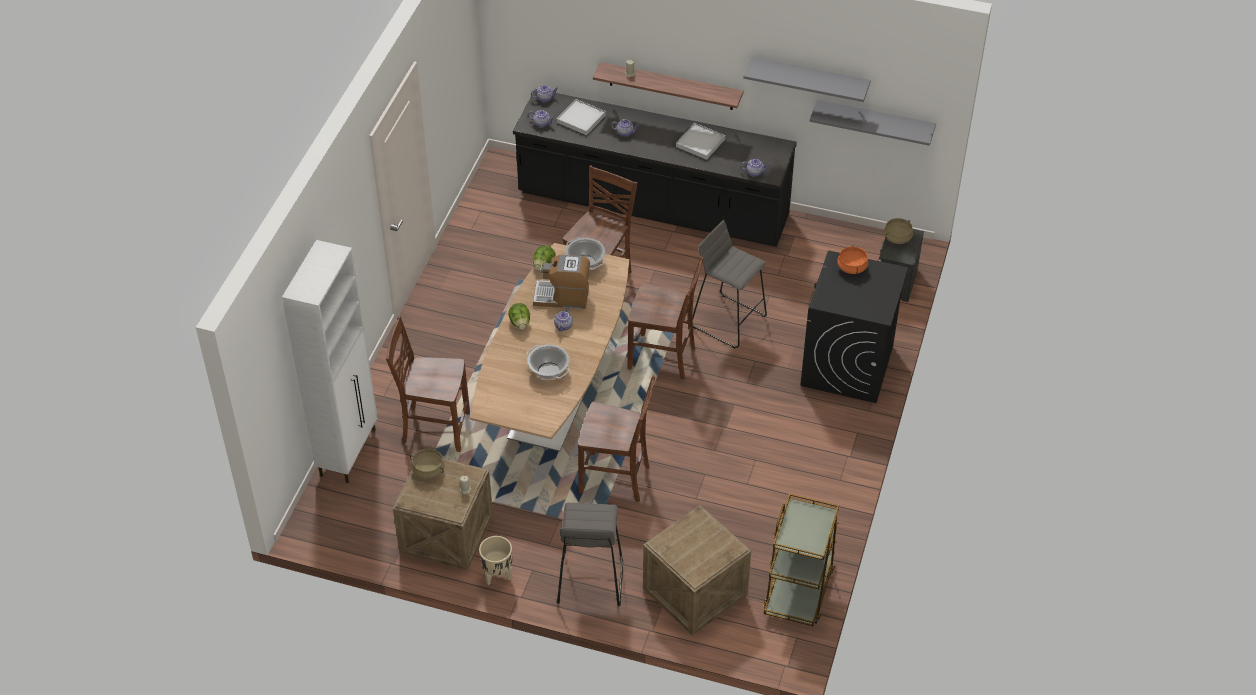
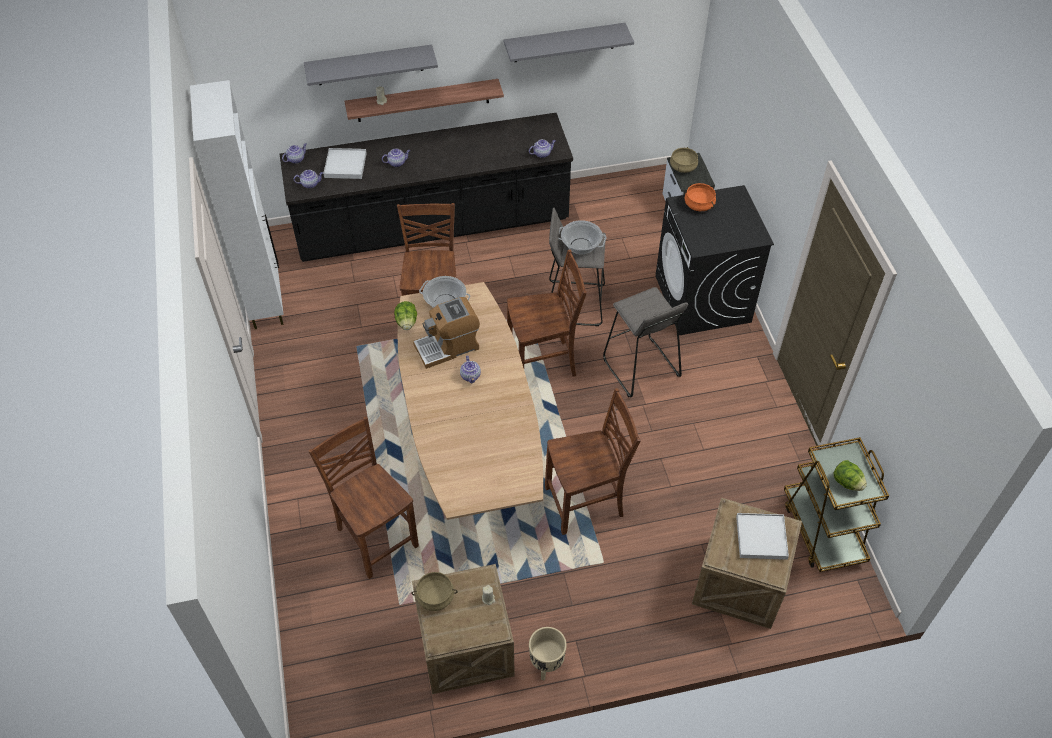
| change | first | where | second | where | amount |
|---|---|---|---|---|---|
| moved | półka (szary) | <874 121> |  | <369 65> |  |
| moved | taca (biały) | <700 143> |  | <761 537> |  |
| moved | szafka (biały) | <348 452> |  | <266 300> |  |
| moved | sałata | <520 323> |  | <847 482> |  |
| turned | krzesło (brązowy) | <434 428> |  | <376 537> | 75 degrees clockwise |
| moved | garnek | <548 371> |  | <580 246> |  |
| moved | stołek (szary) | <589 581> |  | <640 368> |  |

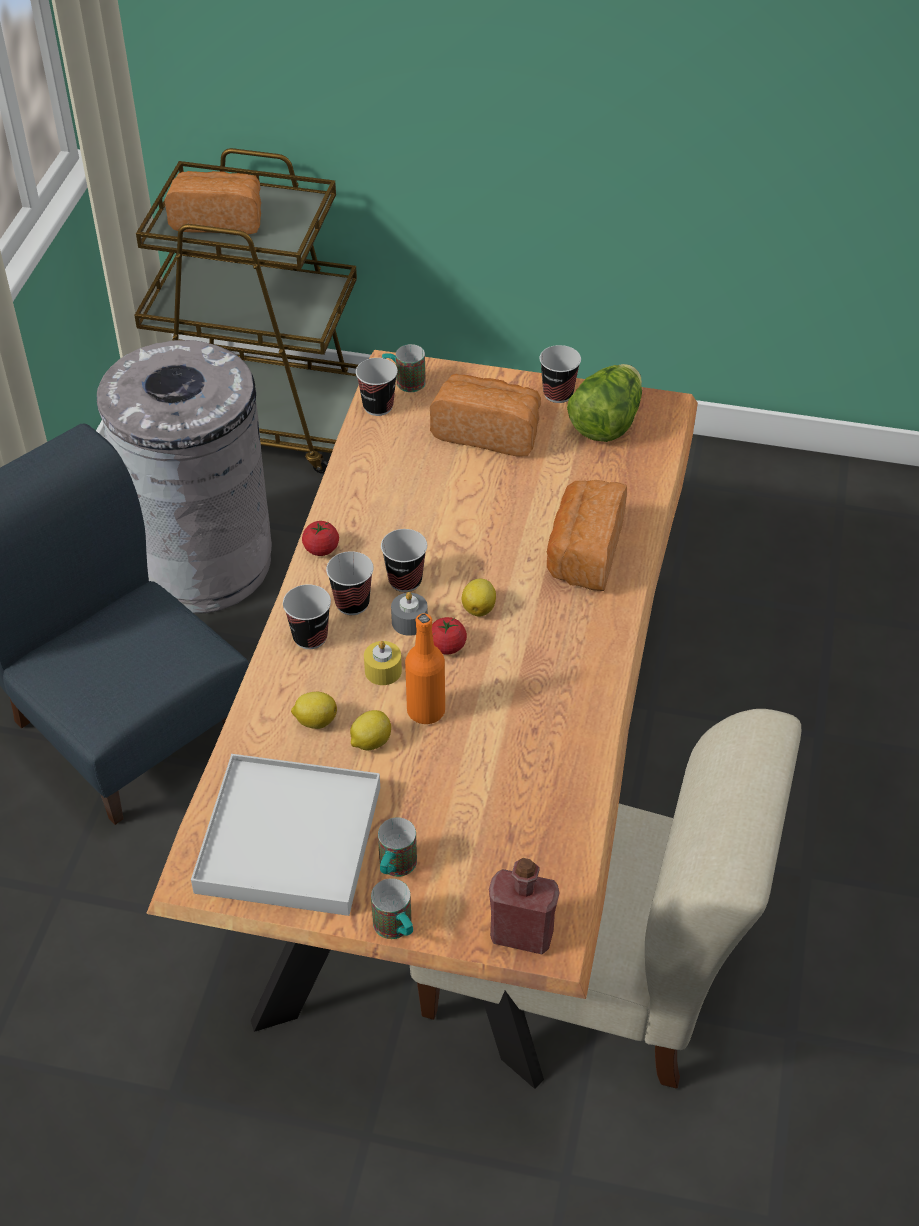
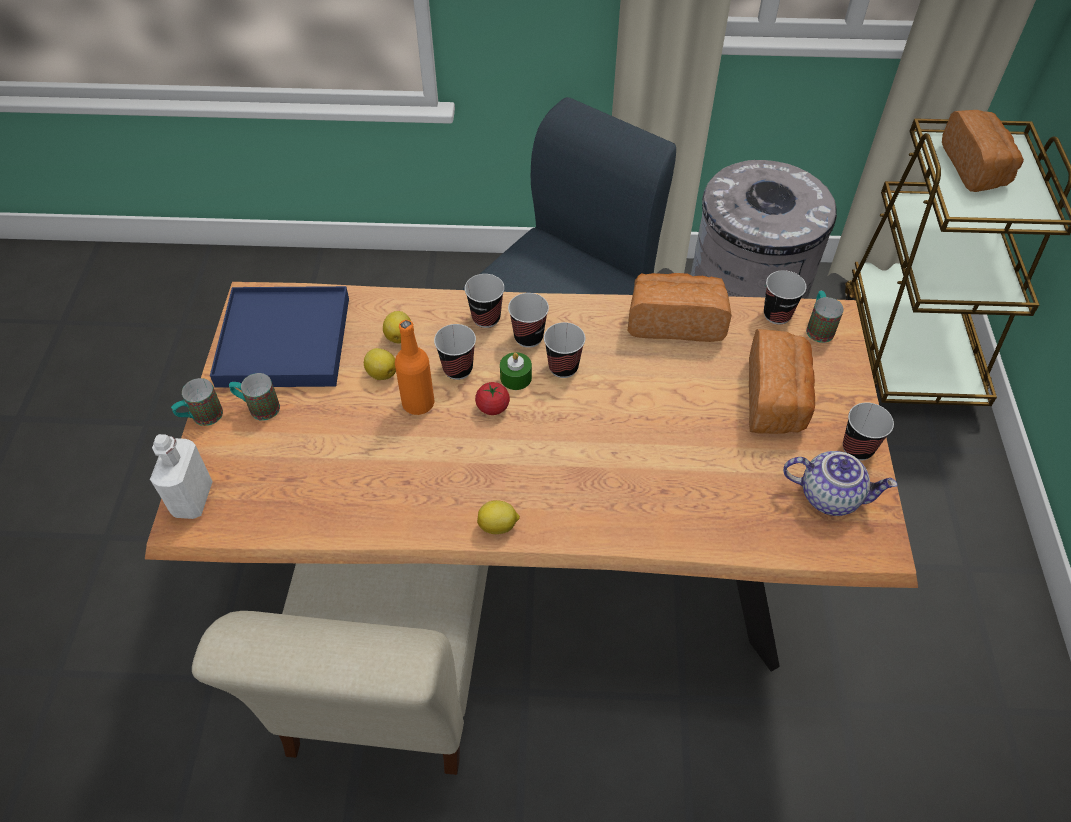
| change | first | where | second | where | amount |
|---|---|---|---|---|---|
| replaced | sałata | <606 423> | imbryk | <830 495> |  |
| moved | chleb | <583 553> |  | <675 321> |  |
| removed | pomidor | <321 549> |  |  |  |
| moved | cytryna | <479 608> |  | <498 526> |  |
| recoloured | świeca (szary) | <409 622> | świeca (zielony) | <516 377> |  |
| replaced | świeca (żółty) | <383 671> | filiżanka | <458 369> |  |
| recoloured | taca (biały) | <289 838> | taca (niebieski) | <285 341> |  |
| recoloured | butelka (czerwony) | <521 935> | butelka (biały) | <192 499> |  |

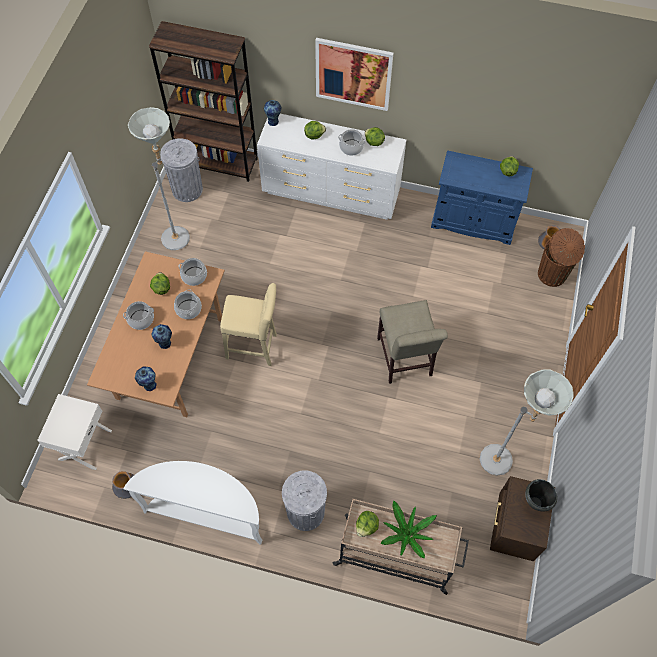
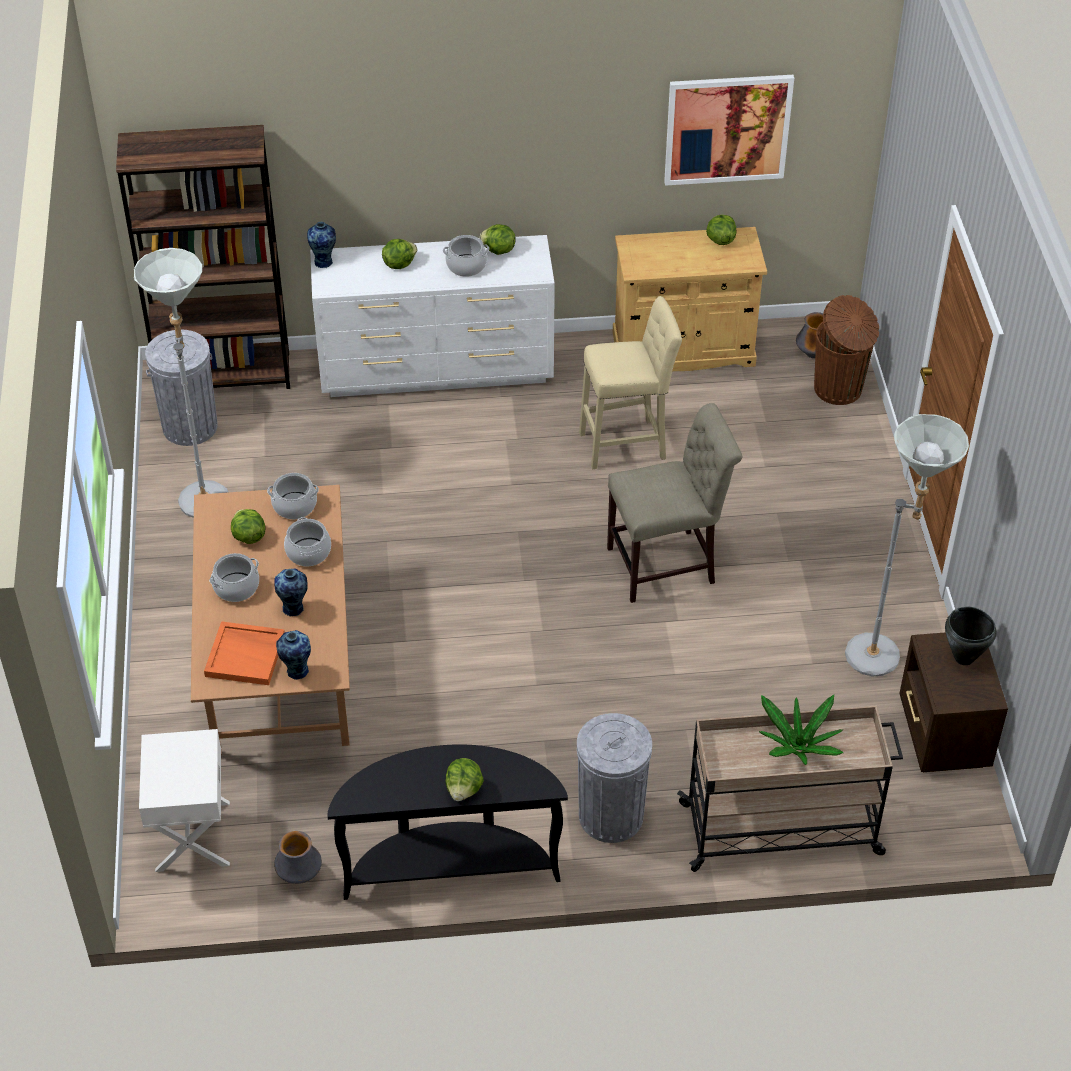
| change | first | where | second | where | amount |
|---|---|---|---|---|---|
| moved | obraz | <353 74> |  | <727 129> |  |
| recoloured | szafka (niebieski) | <473 221> | szafka (beżowy) | <683 349> |  |
| moved | stołek (beżowy) | <254 348> |  | <627 444> |  |
| turned | krzesło (beżowy) | <405 360> |  | <667 565> | 75 degrees counterclockwise |
| recoloured | stolik konsolowy (biały) | <207 512> | stolik konsolowy (czarny) | <450 866> |  |
| moved | sałata | <366 526> |  | <464 789> |  |
| added |  |  | taca (pomarańczowy) | <246 655> |  |

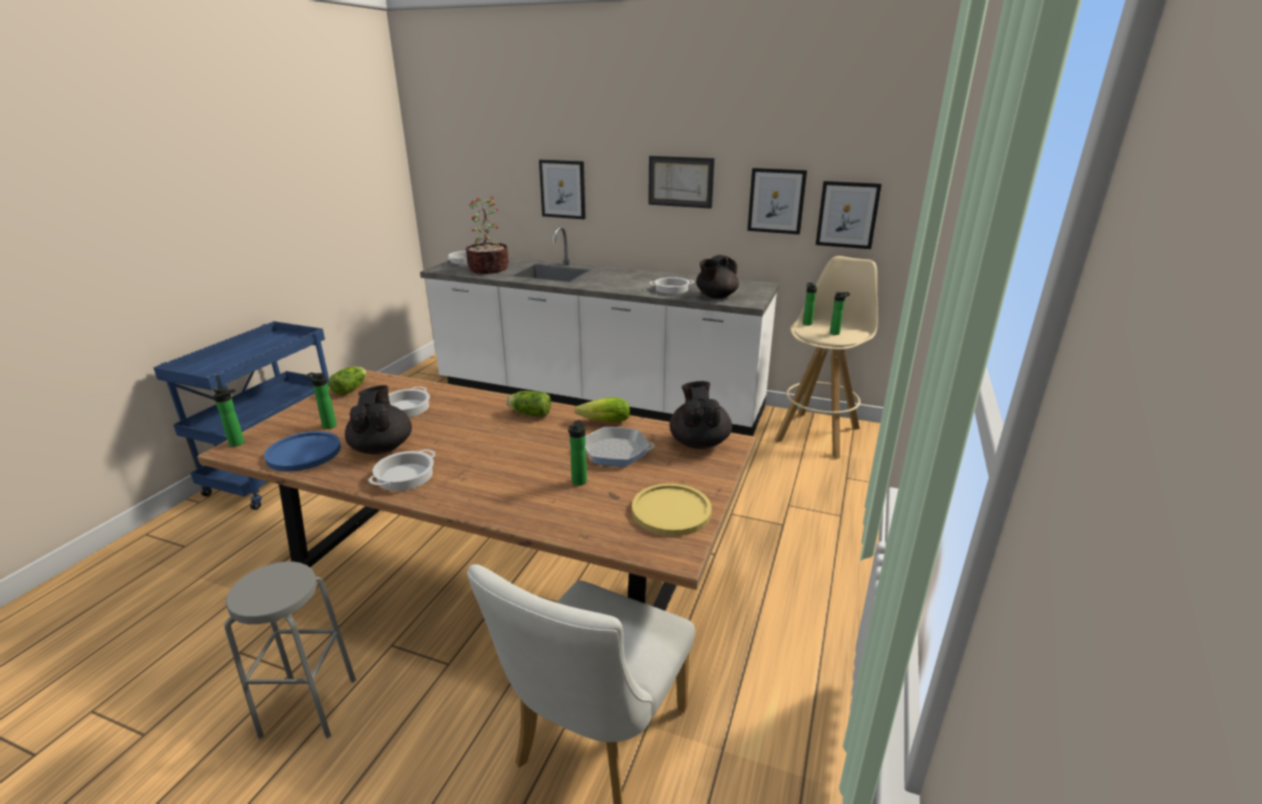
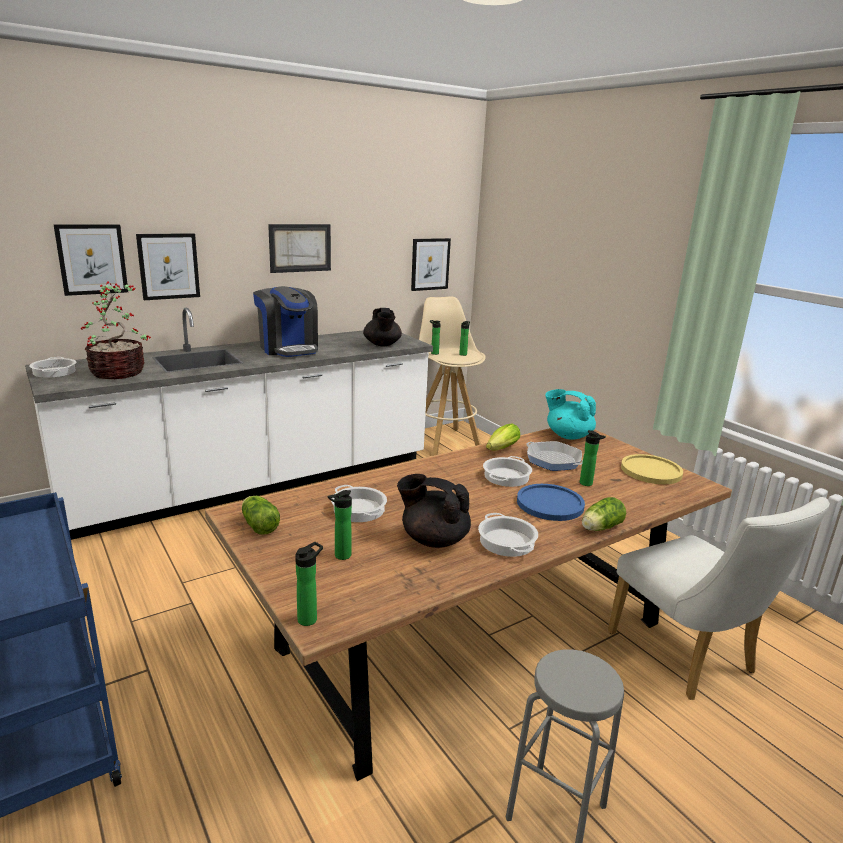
| change | first | where | second | where | amount |
|---|---|---|---|---|---|
| moved | obraz | <776 201> |  | <92 259> |  |
| moved | garnek | <672 289> |  | <506 476> |  |
| recoloured | imbryk (czarny) | <699 442> | imbryk (turkusowy) | <568 435> |  |
| moved | sałata | <529 413> |  | <599 528> |  |
| turned | patelnia | <615 452> |  | <553 460> | 90 degrees clockwise |
| moved | talerz (niebieski) | <304 453> |  | <550 504> |  |
| added |  |  | ekspres do kawy | <288 349> |  |

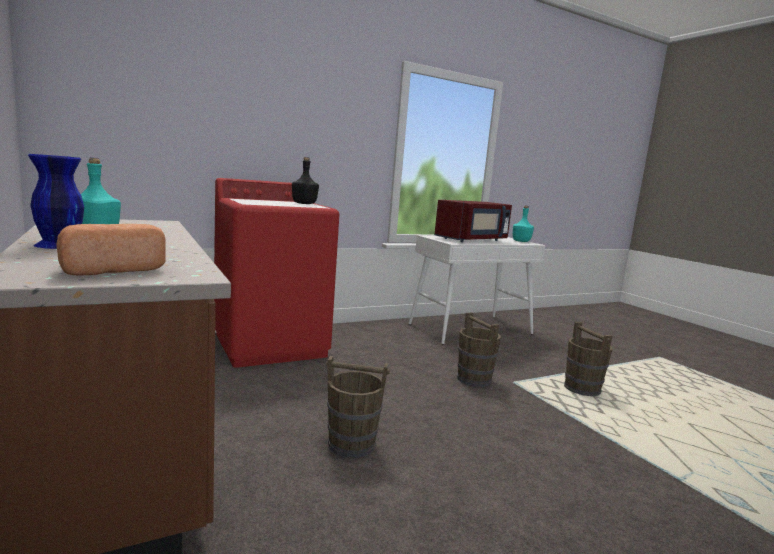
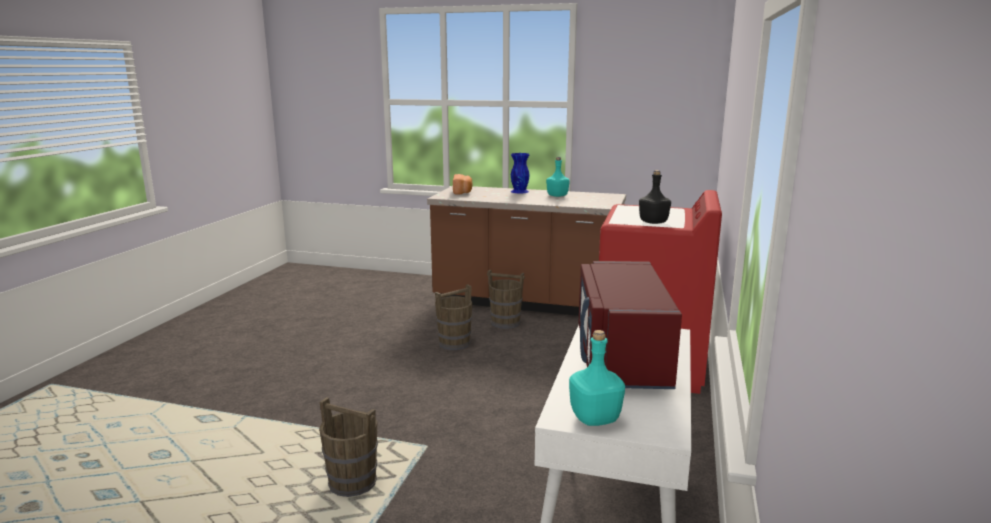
| change | first | where | second | where | amount |
|---|---|---|---|---|---|
| moved | wiadro (brązowy) | <474 379> |  | <505 323> |  |

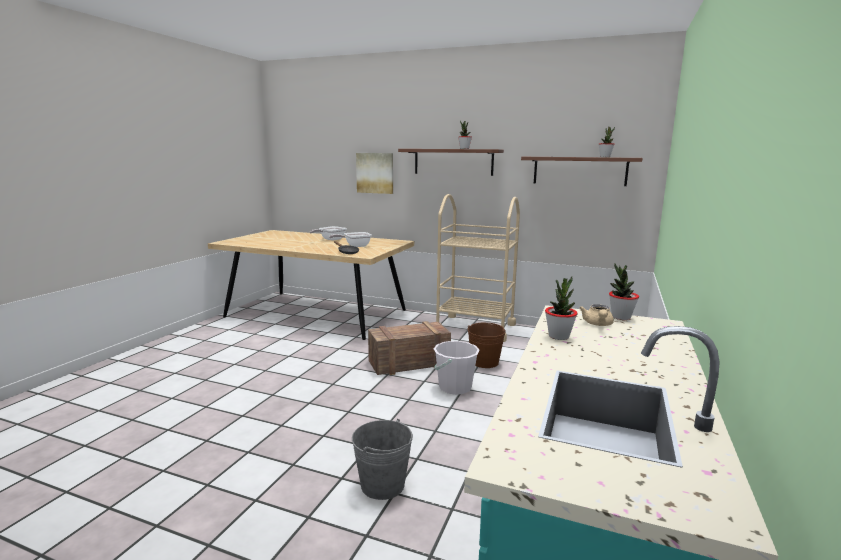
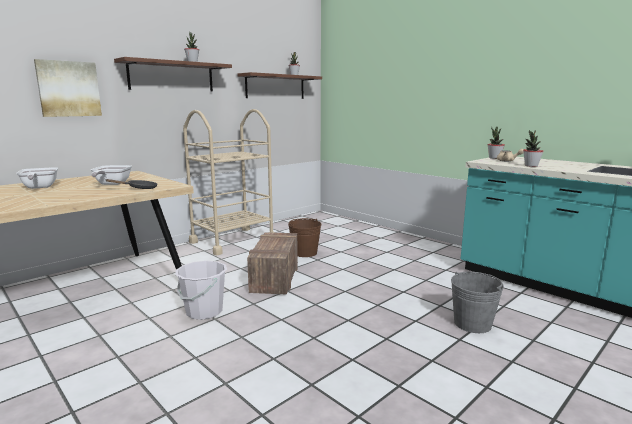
| change | first | where | second | where | amount |
|---|---|---|---|---|---|
| moved | wiadro (biały) | <455 387> |  | <204 311> |  |

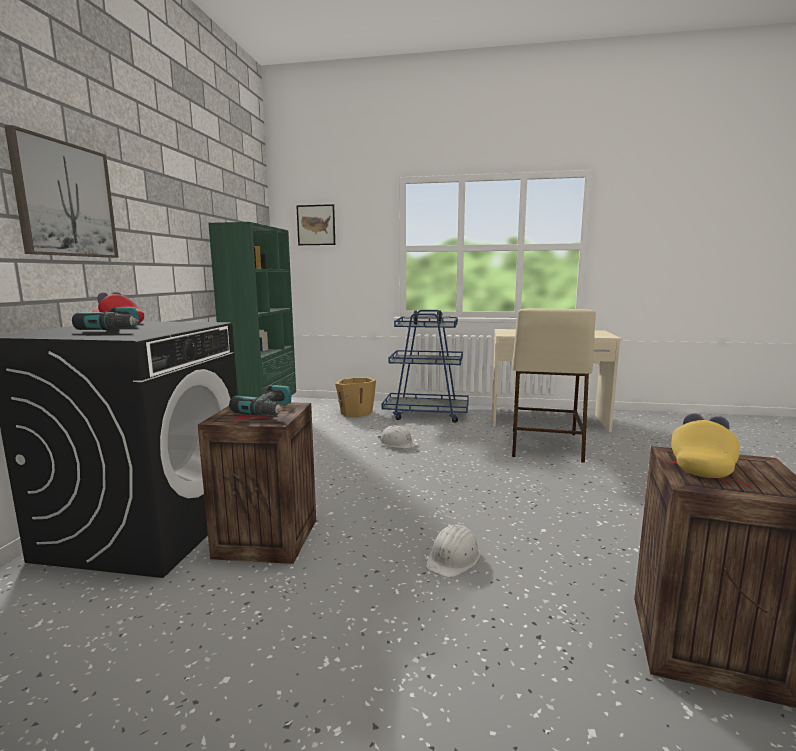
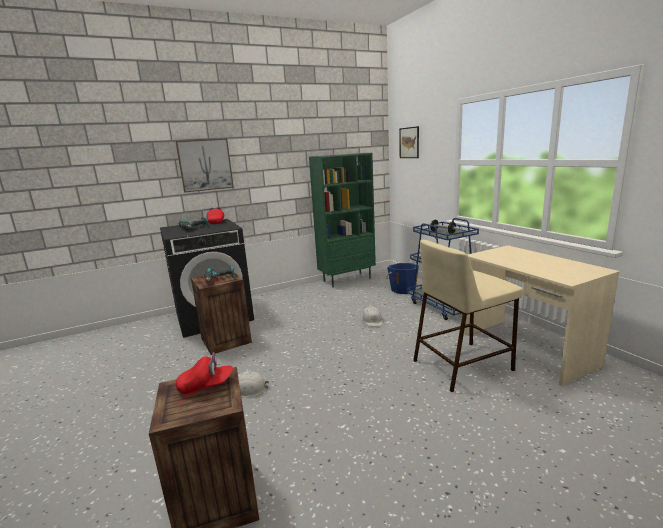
| change | first | where | second | where | amount |
|---|---|---|---|---|---|
| recoloured | wiadro (pomarańczowy) | <355 412> | wiadro (niebieski) | <403 289> |  |
| recoloured | czapka z daszkiem (żółty) | <701 465> | czapka z daszkiem (czerwony) | <206 386> |  |

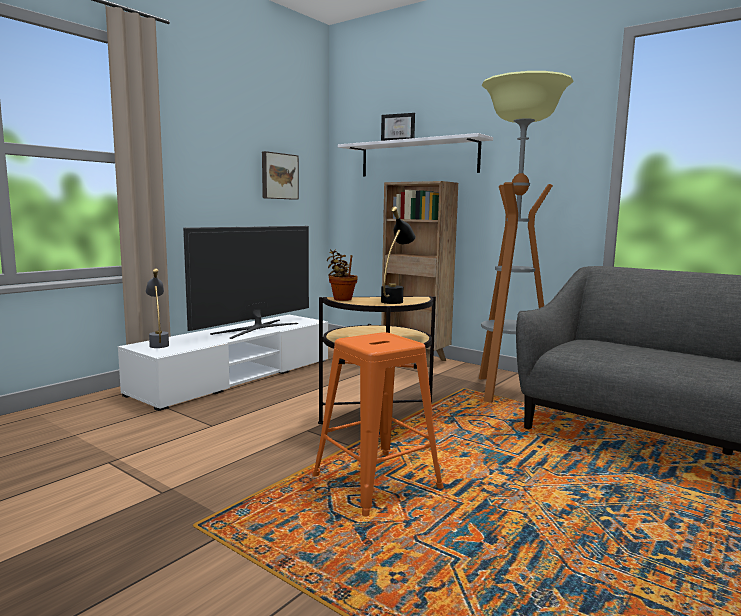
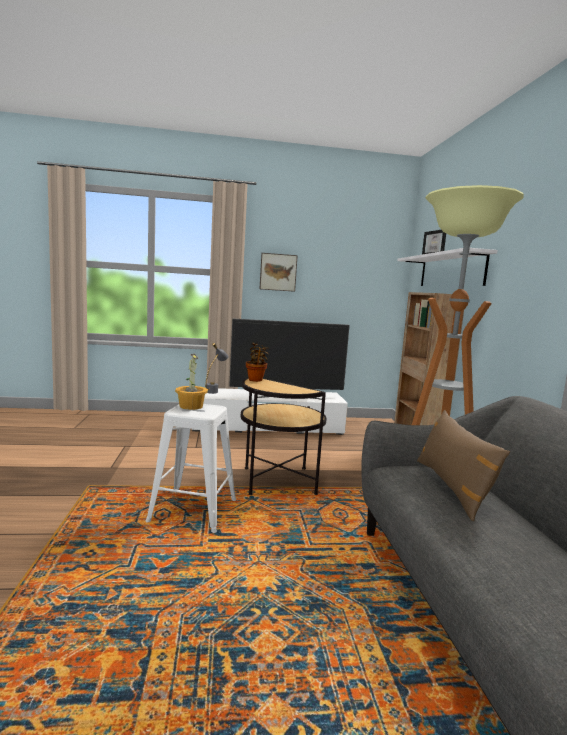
| change | first | where | second | where | amount |
|---|---|---|---|---|---|
| moved | obraz | <279 176> |  | <278 272> |  |
| removed | lampa stołowa (czarny) | <395 300> |  |  |  |
| recoloured | stołek (pomarańczowy) | <377 481> | stołek (biały) | <194 510> |  |
| added |  |  | roślina doniczkowa | <190 406> |  |
| added |  |  | poduszka (brązowy) | <452 487> |  |

